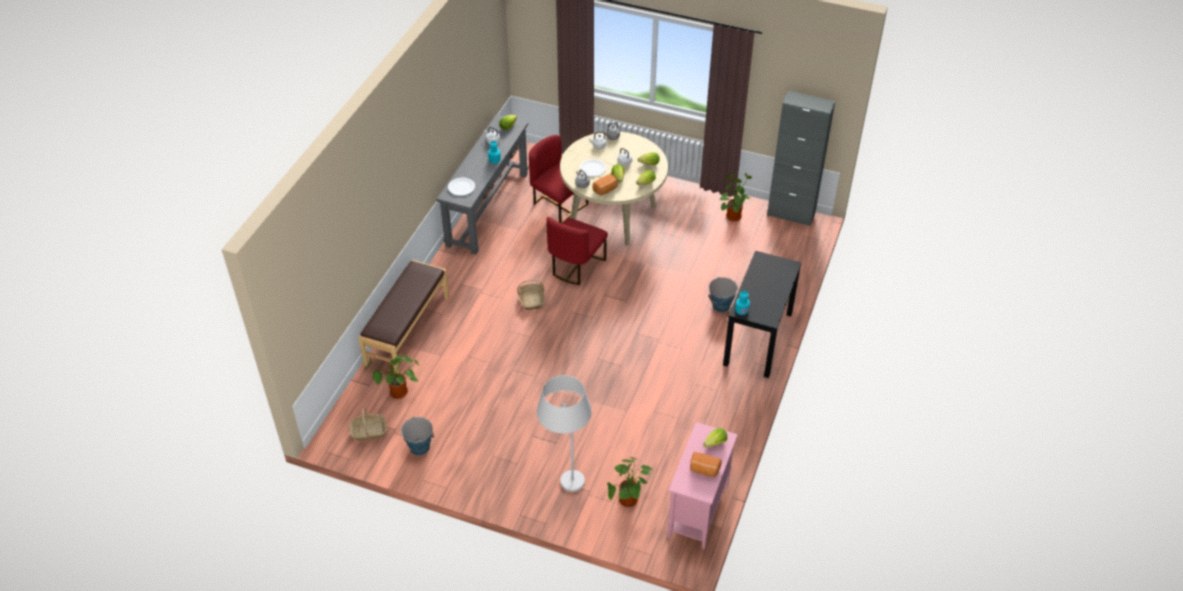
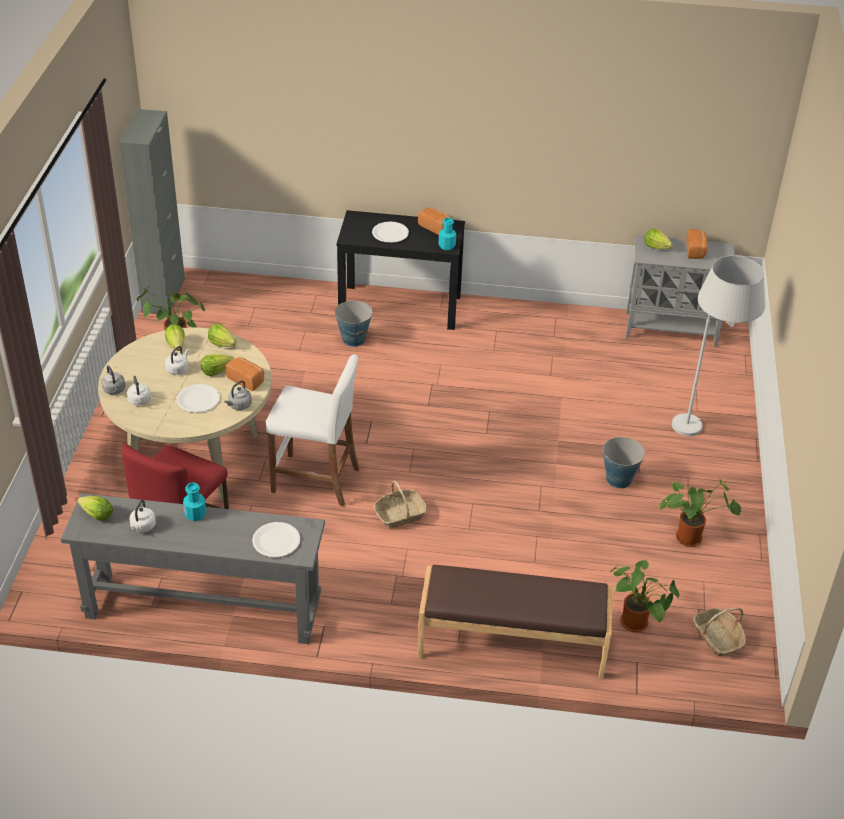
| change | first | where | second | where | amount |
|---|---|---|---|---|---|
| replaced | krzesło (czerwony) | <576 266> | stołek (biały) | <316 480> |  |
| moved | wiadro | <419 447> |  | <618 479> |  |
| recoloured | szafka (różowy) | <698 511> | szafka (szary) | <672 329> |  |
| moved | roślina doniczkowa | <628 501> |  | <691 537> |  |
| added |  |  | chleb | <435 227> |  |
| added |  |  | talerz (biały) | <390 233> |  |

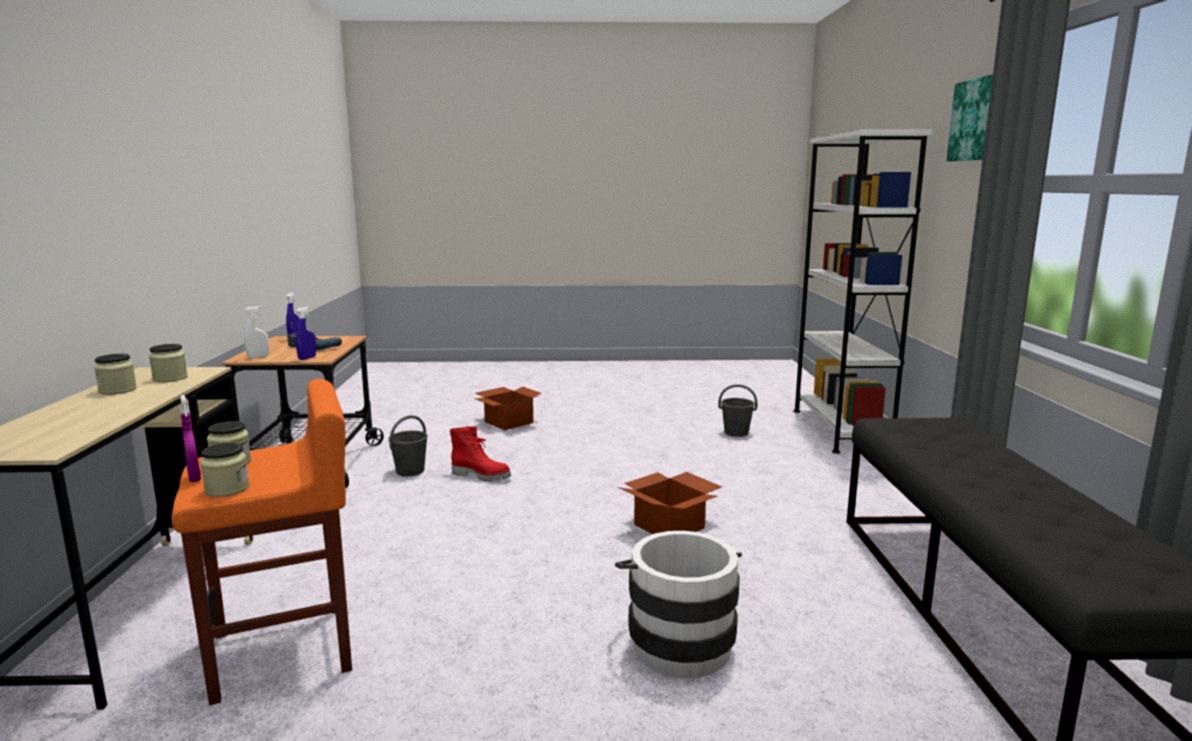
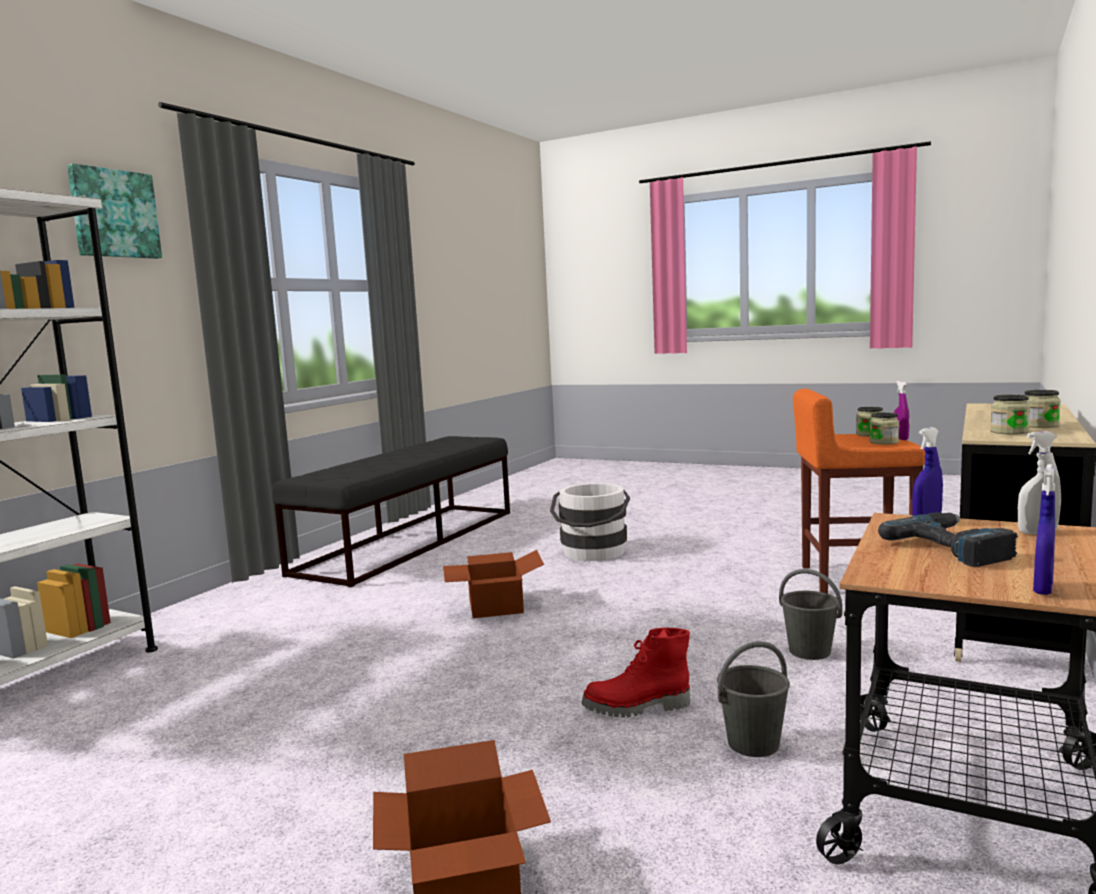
| change | first | where | second | where | amount |
|---|---|---|---|---|---|
| moved | wiadro (szary) | <736 433> |  | <809 651> |  |
| turned | but z cholewką (czerwony) | <481 475> |  | <637 707> | 60 degrees counterclockwise |

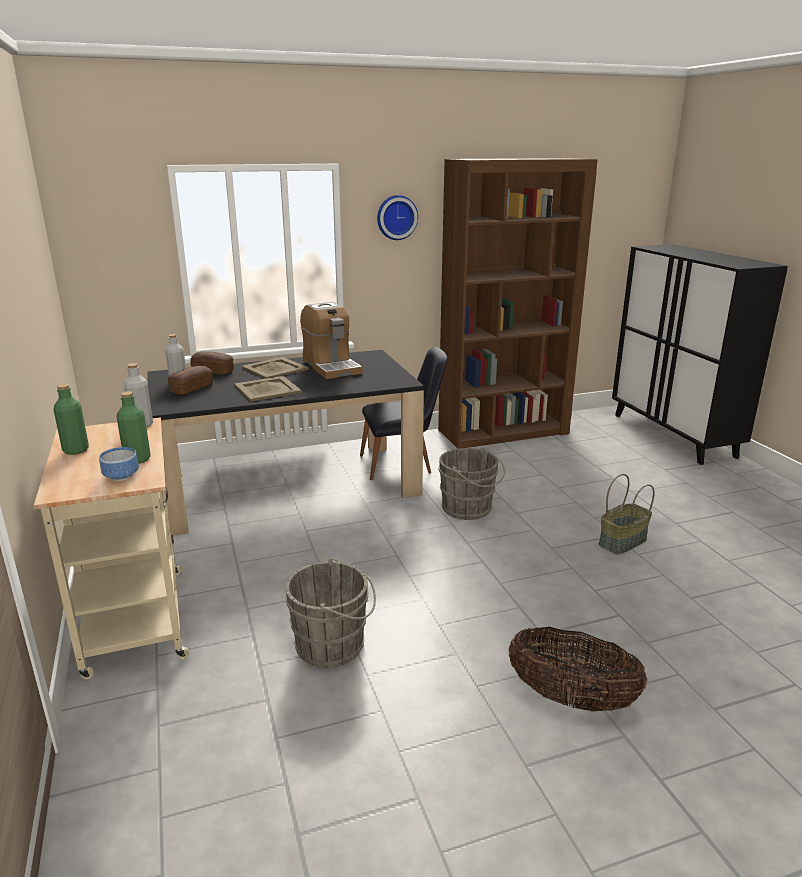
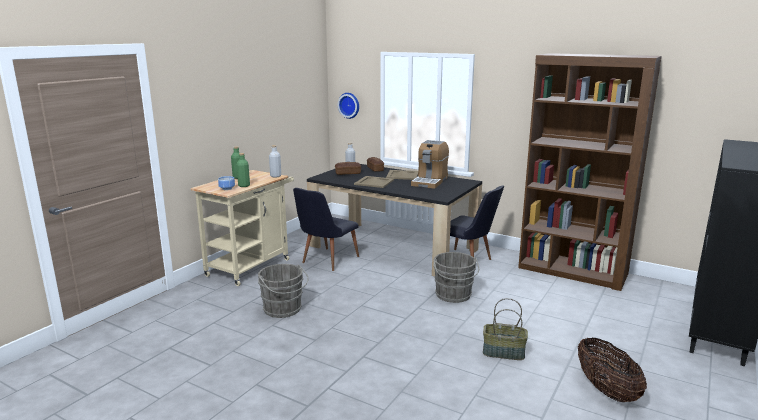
| change | first | where | second | where | amount |
|---|---|---|---|---|---|
| moved | zegar ścienny | <396 217> |  | <349 105> |  |
| moved | koszyk | <571 698> |  | <606 390> |  |
| added |  |  | krzesło (czarny) | <326 261> |  |

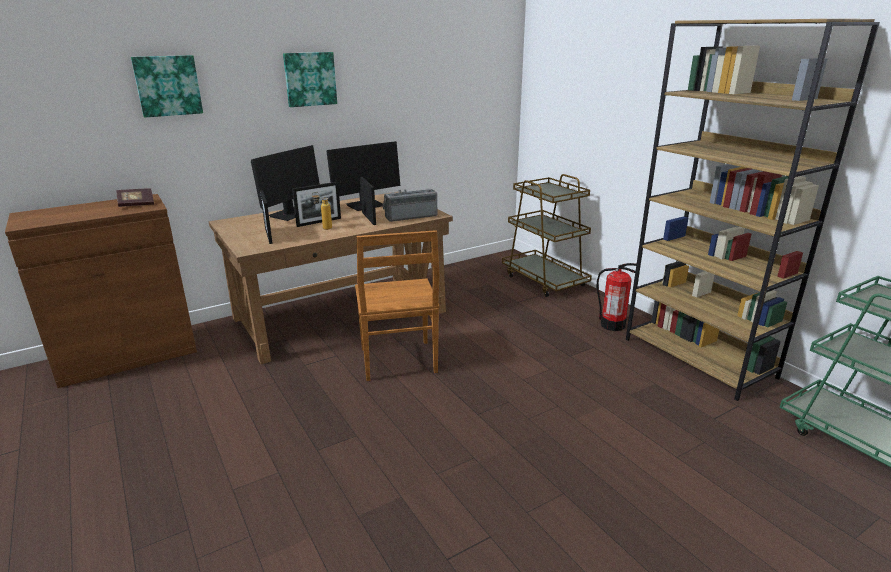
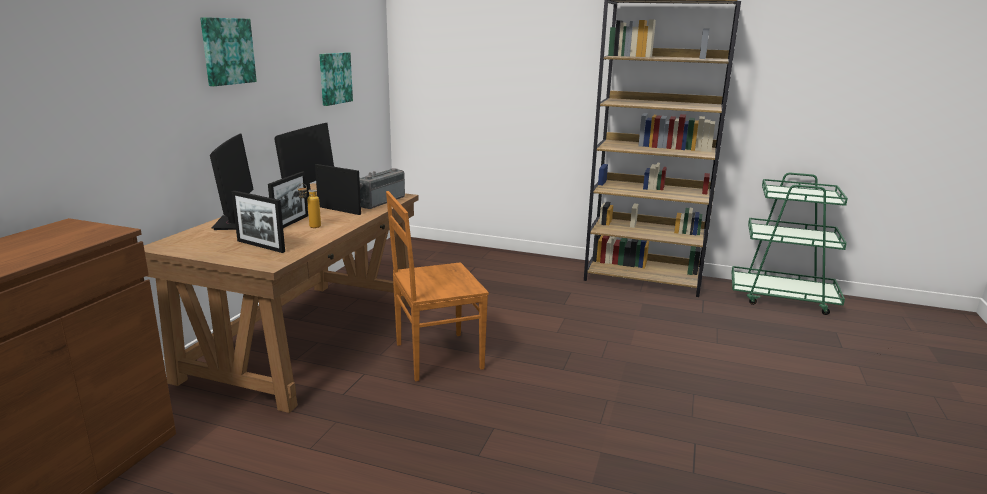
| change | first | where | second | where | amount |
|---|---|---|---|---|---|
| moved | obraz | <167 85> |  | <334 78> |  |
| removed | wózek (brązowy) | <544 280> |  |  |  |
| removed | książka | <136 204> |  |  |  |
| turned | krzesło (brązowy) | <398 361> |  | <435 356> | 120 degrees clockwise |
| removed | gaśnica | <612 325> |  |  |  |

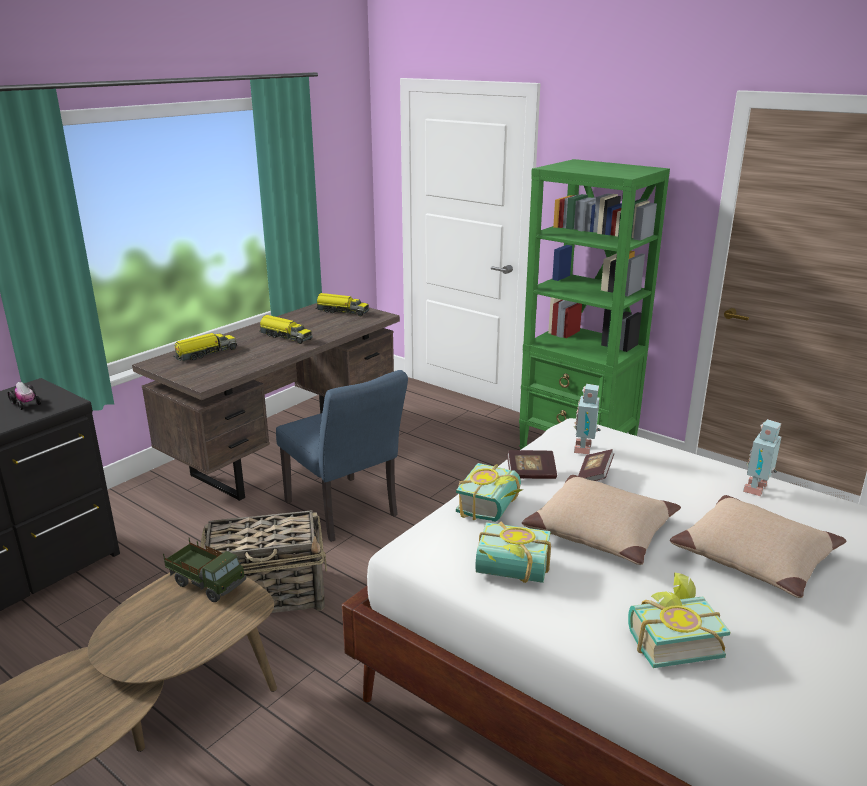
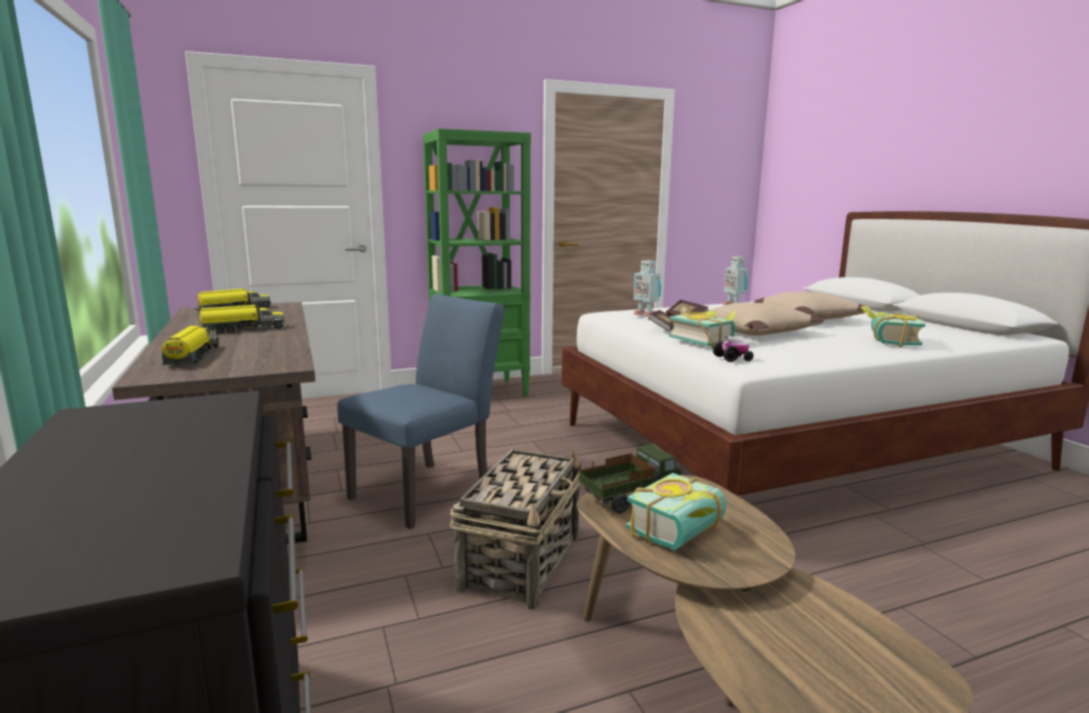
| change | first | where | second | where | amount |
|---|---|---|---|---|---|
| turned | krzesło (niebieski) | <345 512> |  | <429 490> | 45 degrees counterclockwise |
| moved | samochodzik | <26 404> |  | <732 359> |  |
| moved | książka | <511 573> |  | <683 534> |  |

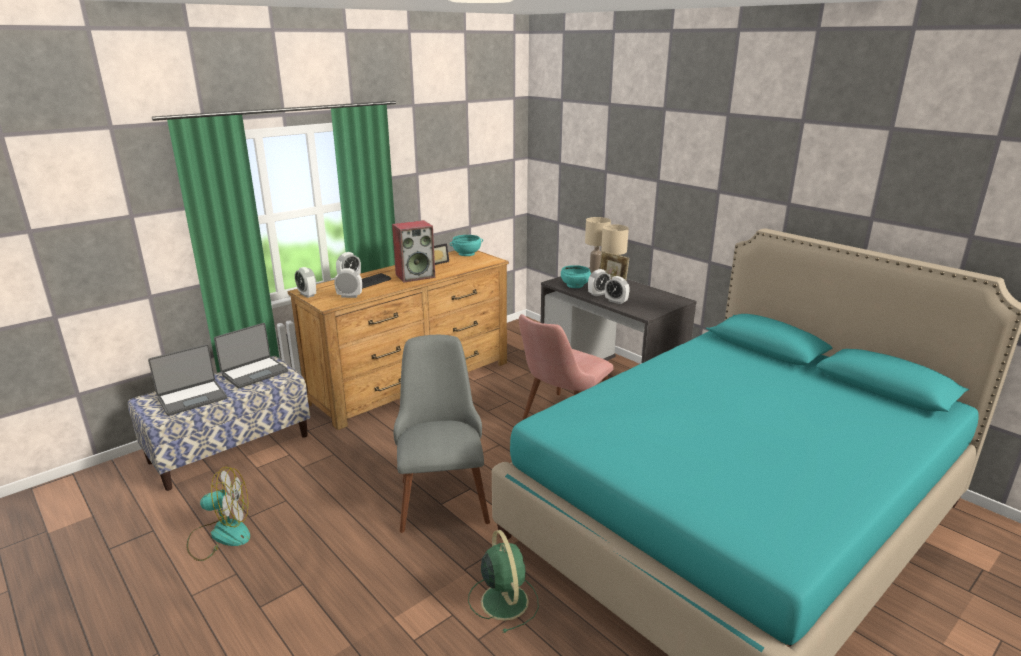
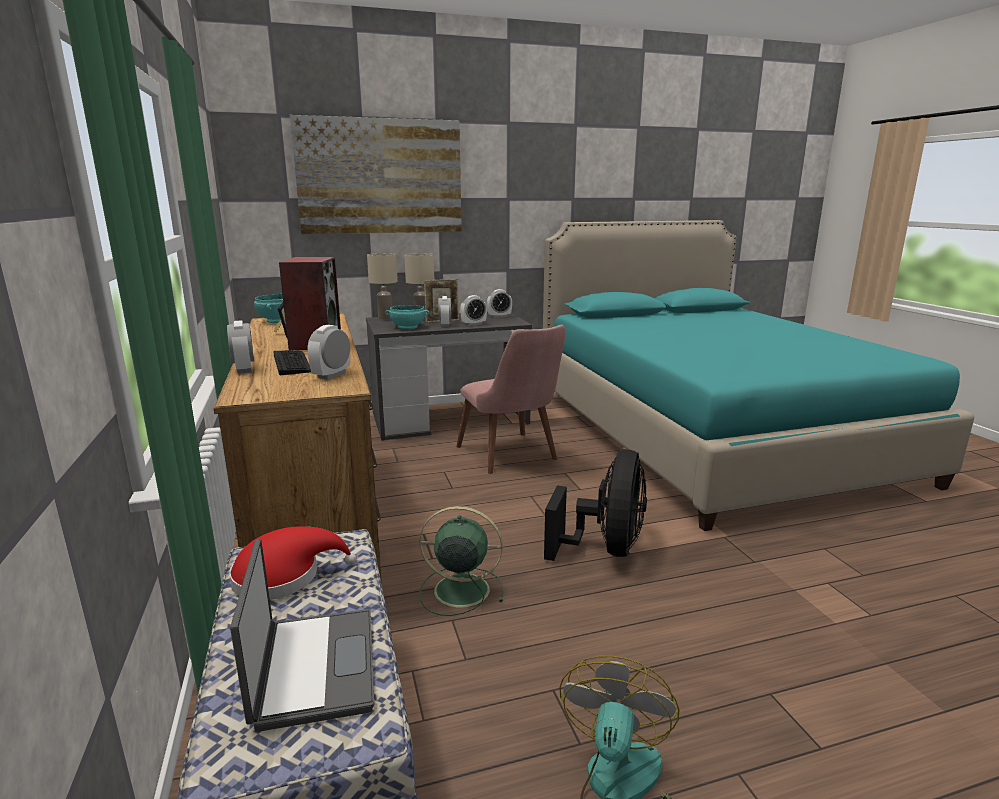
| change | first | where | second | where | amount |
|---|---|---|---|---|---|
| moved | budzik | <307 295> |  | <499 316> |  |
| replaced | laptop | <254 373> | kapelusz (czerwony) | <284 576> |  |
| replaced | krzesło (szary) | <441 492> | wentylator (czarny) | <605 548> |  |
| moved | wentylator (zielony) | <503 600> |  | <459 590> |  |
| added |  |  | obraz | <380 177> |  |

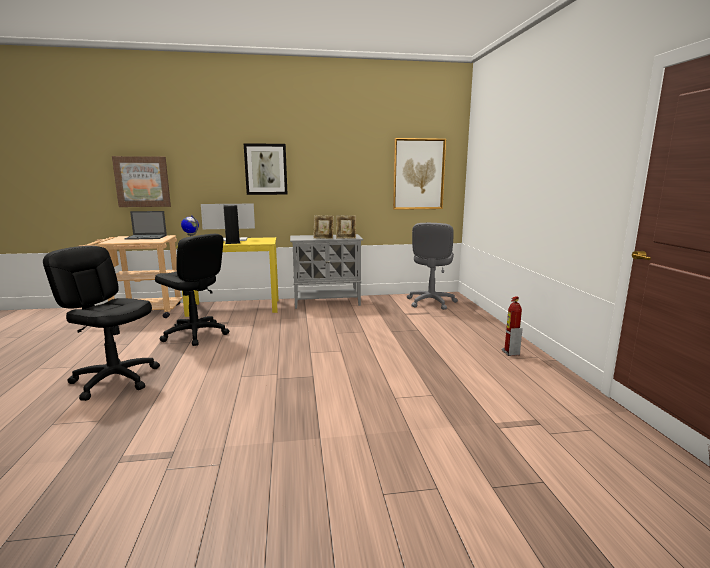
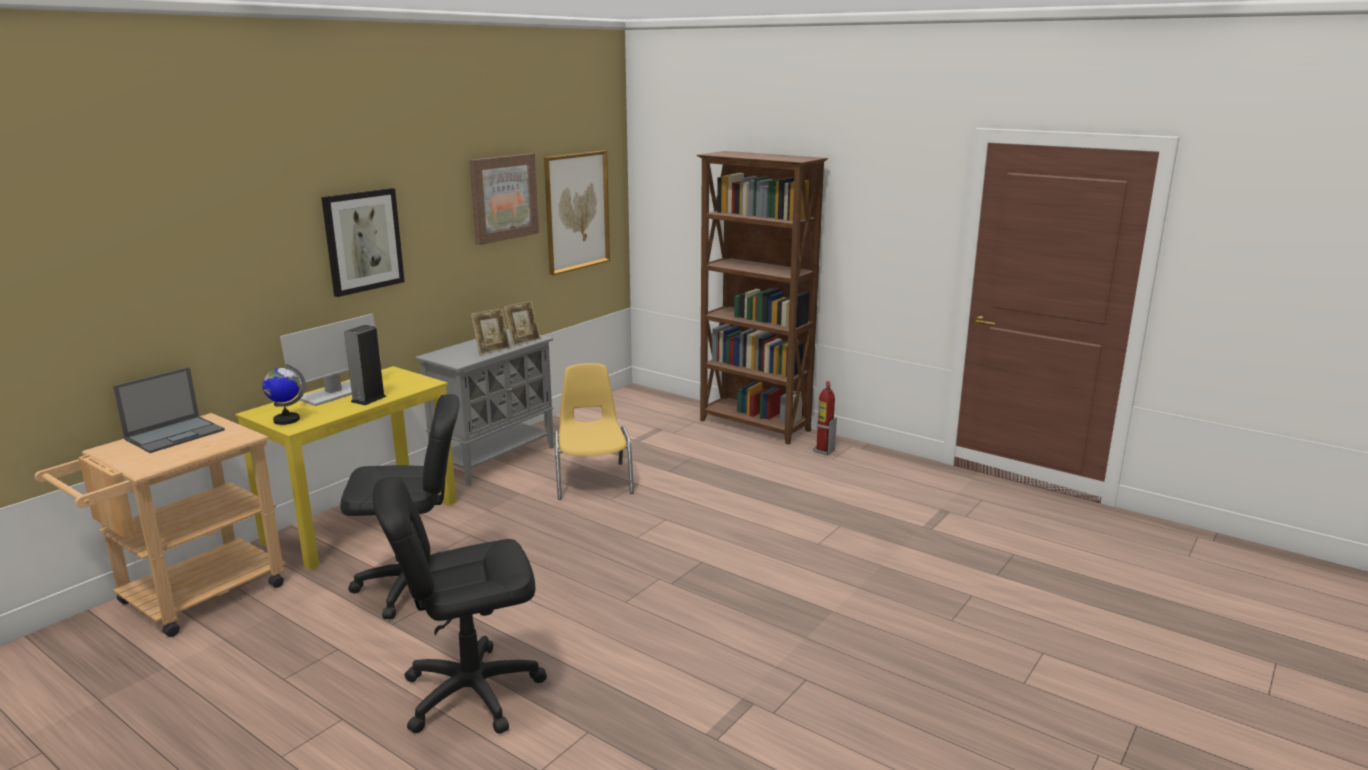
| change | first | where | second | where | amount |
|---|---|---|---|---|---|
| moved | obraz | <142 182> |  | <503 197> |  |
| removed | krzesło biurowe (szary) | <430 302> |  |  |  |
| added |  |  | regał (brązowy) | <754 426> |  |
| added |  |  | krzesło (żółty) | <593 480> |  |

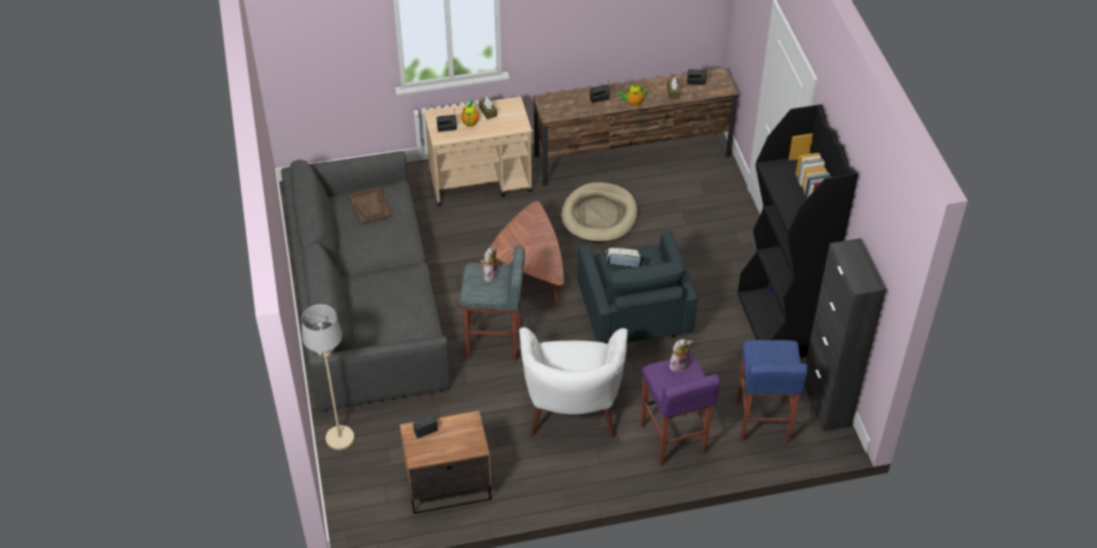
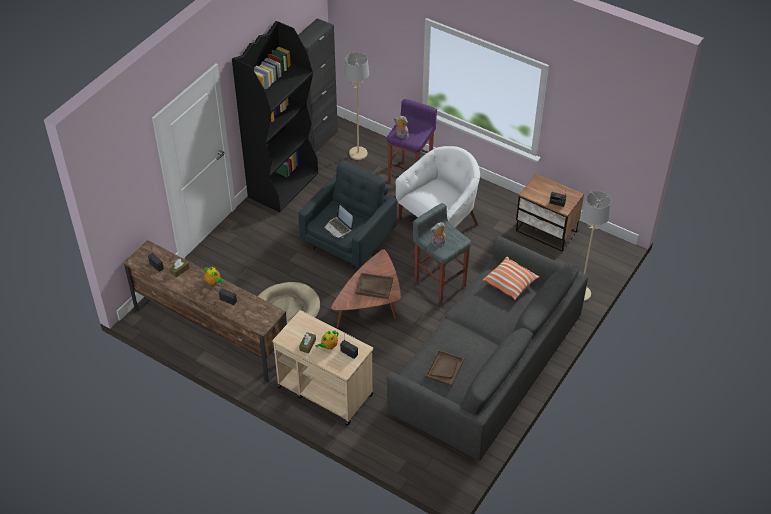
| change | first | where | second | where | amount |
|---|---|---|---|---|---|
| replaced | stołek (niebieski) | <762 421> | lampa stojąca (beżowy) | <358 153> |  |
| added |  |  | poduszka | <510 283> |  |
| added |  |  | taca (brązowy) | <374 286> |  |

